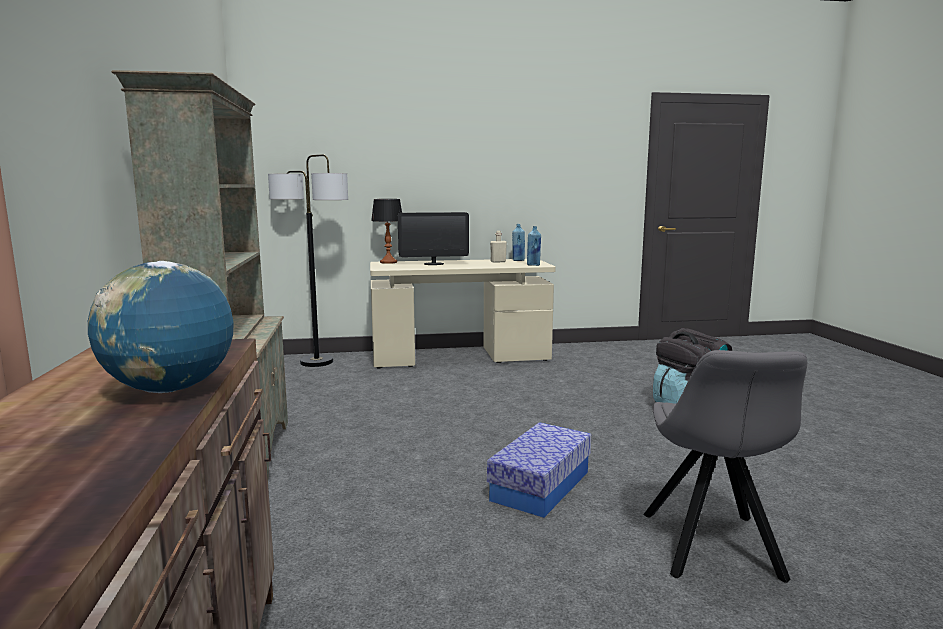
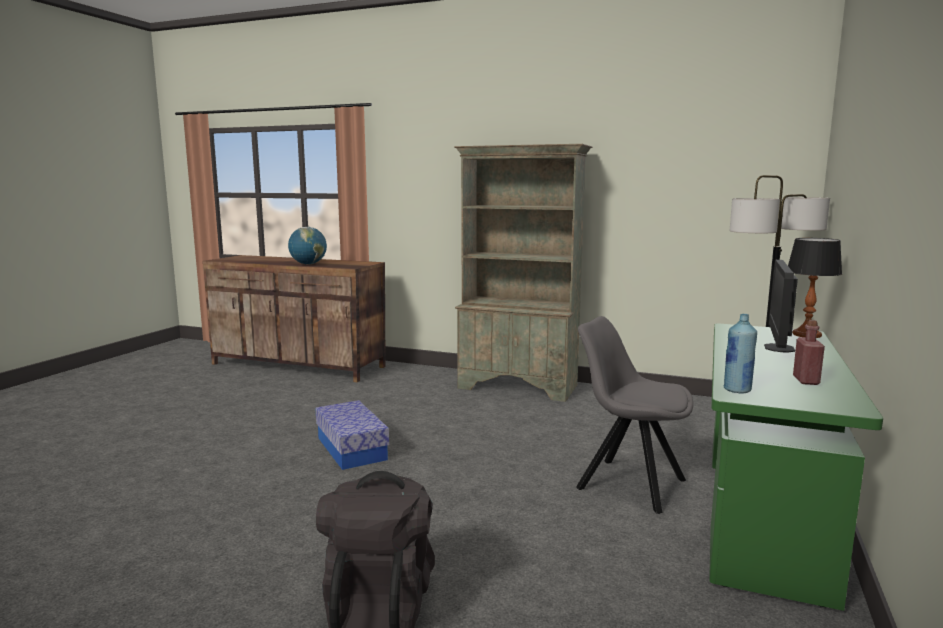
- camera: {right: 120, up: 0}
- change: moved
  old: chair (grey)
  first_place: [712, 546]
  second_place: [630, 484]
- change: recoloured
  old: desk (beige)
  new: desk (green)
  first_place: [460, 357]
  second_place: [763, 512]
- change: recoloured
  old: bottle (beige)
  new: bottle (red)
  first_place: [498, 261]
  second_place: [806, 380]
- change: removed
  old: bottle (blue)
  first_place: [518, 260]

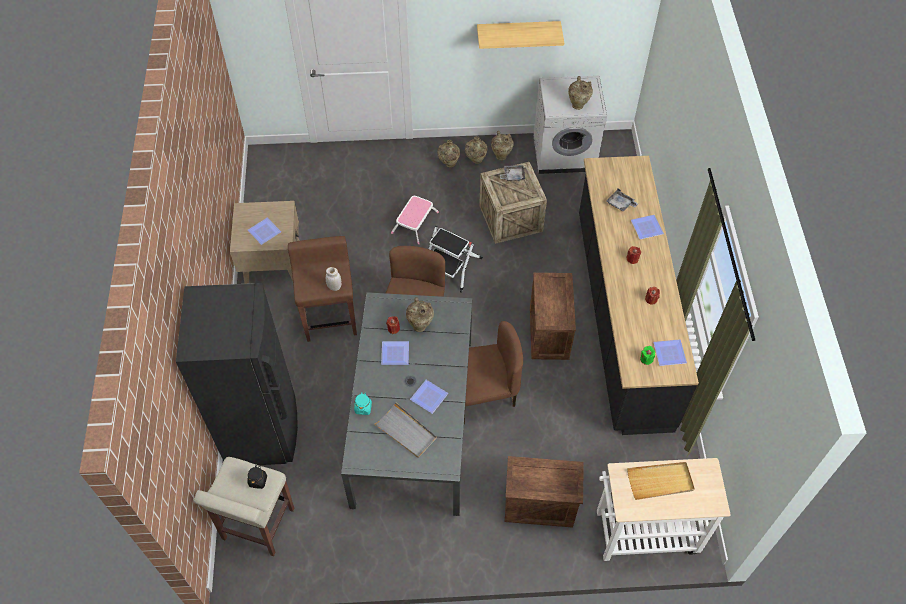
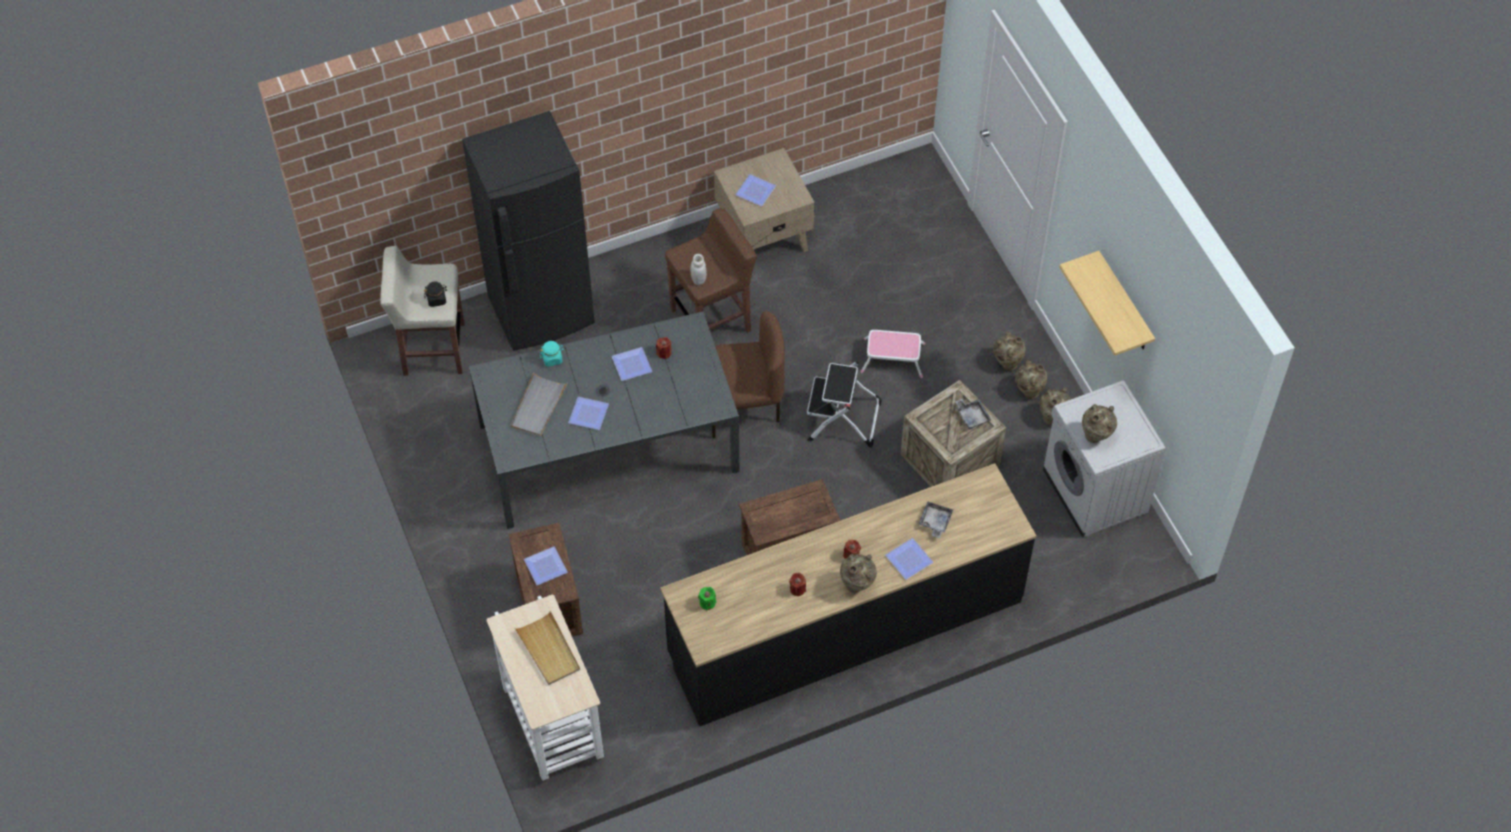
- camera: {right: 70, up: 0}
- change: moved
  old: plate
  first_place: [670, 352]
  second_place: [547, 567]
- change: moved
  old: vase (beige)
  first_place: [420, 325]
  second_place: [857, 585]
- change: removed
  old: chair (brown)
  first_place: [484, 395]

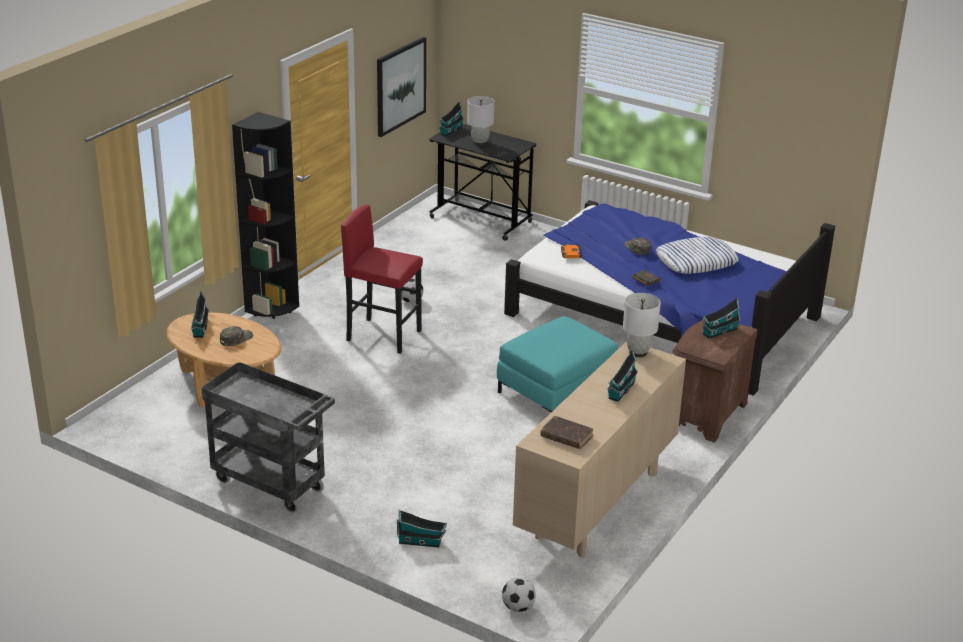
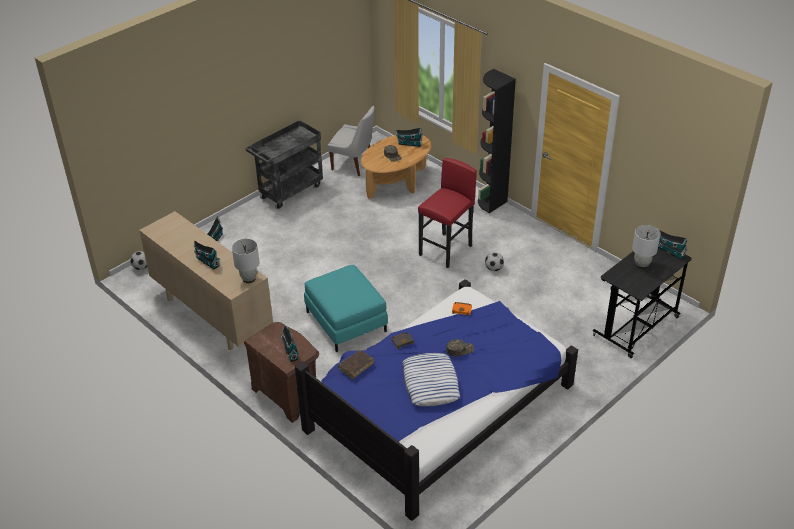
- camera: {right: 105, up: 10}
- change: added
  new: chair (white)
  second_place: [354, 164]
- change: moved
  old: book (brown)
  first_place: [566, 437]
  second_place: [356, 366]
- change: removed
  old: picture
  first_place: [400, 86]

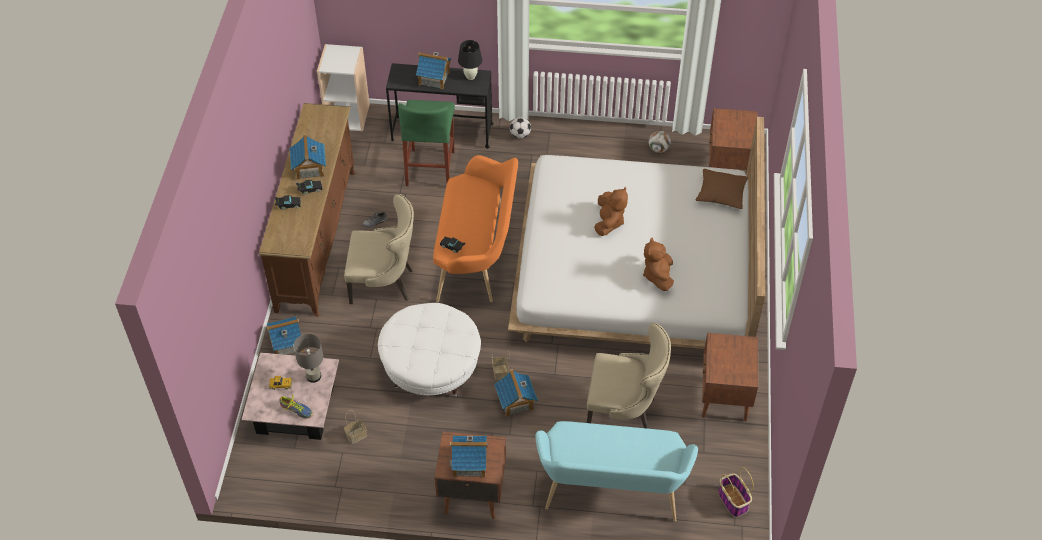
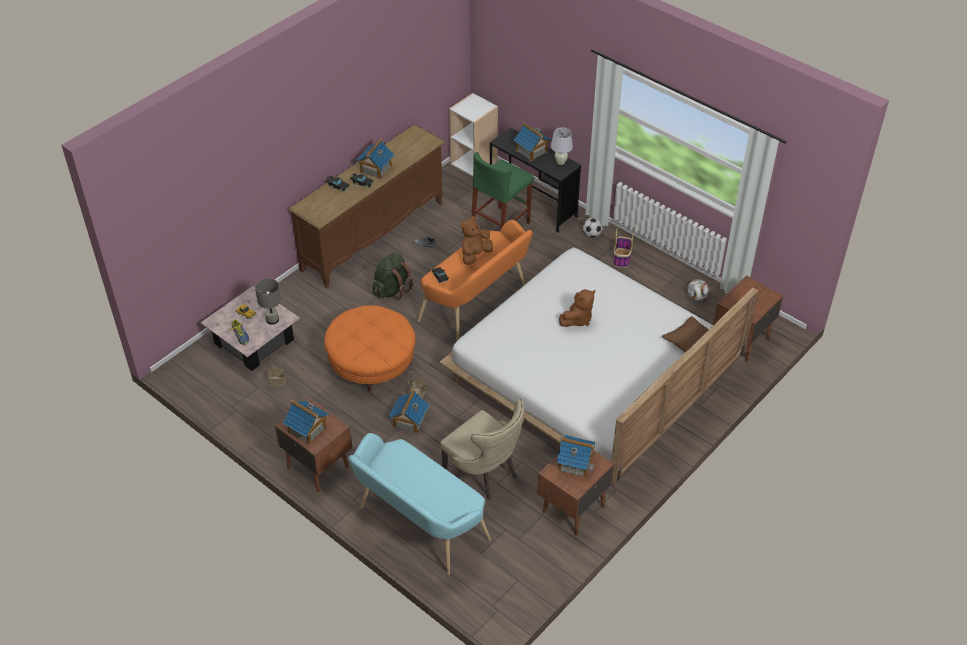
- camera: {right: 35, up: -5}
- change: recoloured
  old: ottoman (white)
  new: ottoman (orange)
  first_place: [431, 367]
  second_place: [372, 364]
- change: replaced
  old: chair (beige)
  new: backpack (green)
  first_place: [384, 284]
  second_place: [392, 290]
- change: moved
  old: plush toy (brown)
  first_place: [658, 276]
  second_place: [475, 255]
- change: recoloured
  old: table lamp (black)
  new: table lamp (white)
  first_place: [470, 77]
  second_place: [561, 162]
- change: moved
  old: toy house
  first_place: [287, 343]
  second_place: [575, 463]
- change: moved
  old: basket
  first_place: [733, 501]
  second_place: [622, 258]

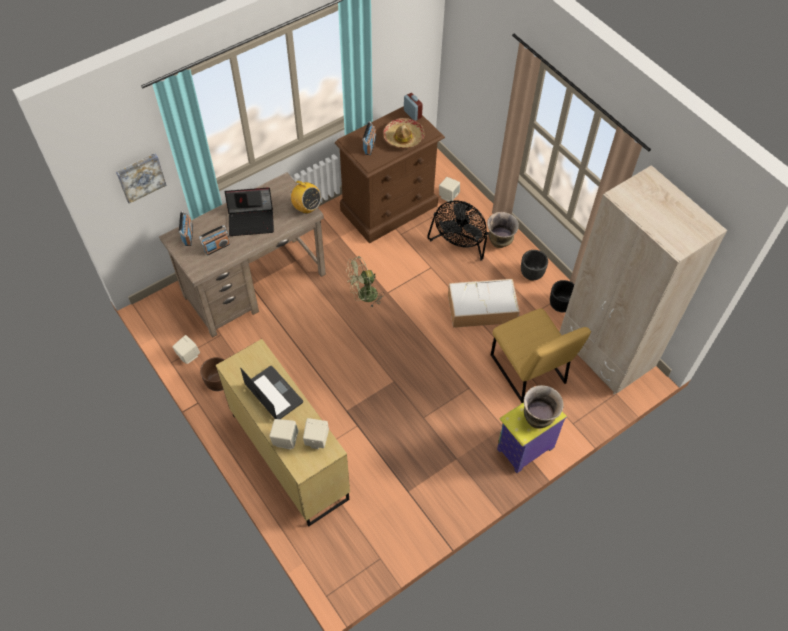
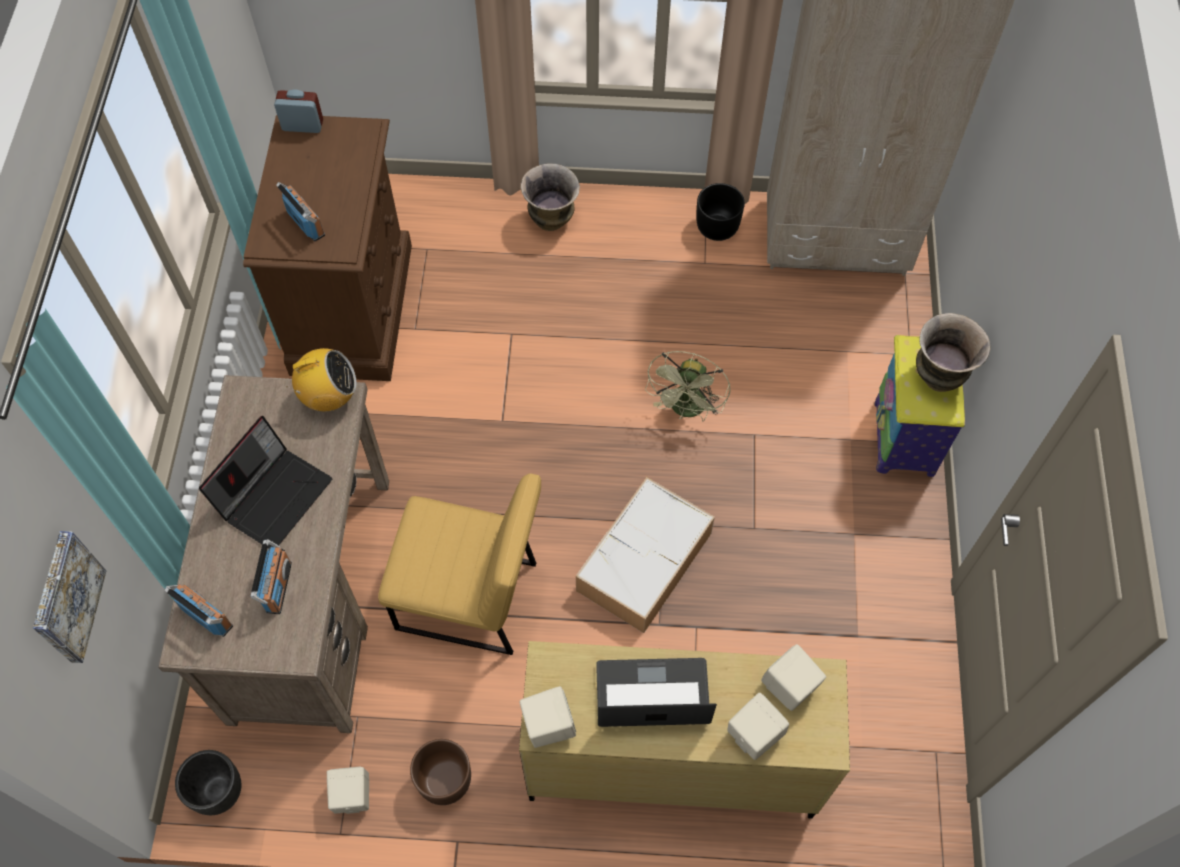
- camera: {right: -50, up: 5}
- change: moved
  old: planter (black)
  first_place: [531, 274]
  second_place: [219, 791]
- change: moved
  old: chair (yellow)
  first_place: [528, 371]
  second_place: [470, 598]
- change: moved
  old: speaker (beige)
  first_place: [448, 196]
  second_place: [548, 726]
- change: moved
  old: storage box
  first_place: [481, 308]
  second_place: [643, 563]
- change: moved
  old: fan (green)
  first_place: [363, 296]
  second_place: [687, 410]
- change: removed
  old: hat
  first_place: [403, 137]
- change: removed
  old: fan (black)
  first_place: [458, 241]

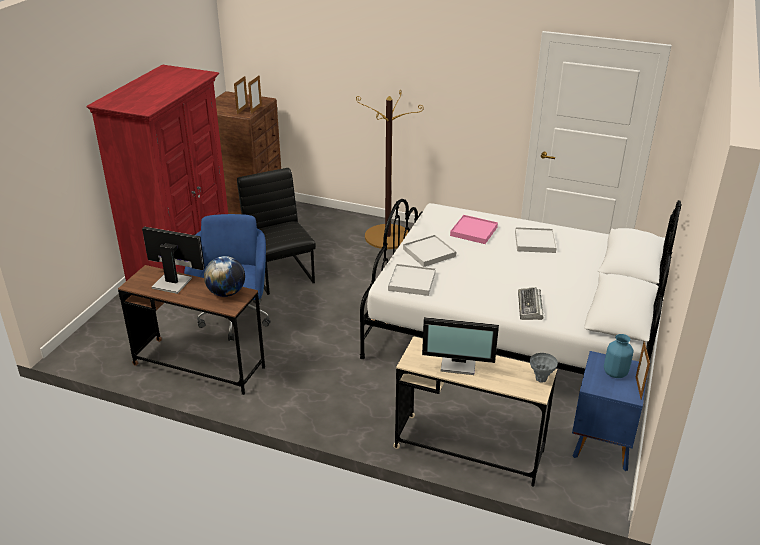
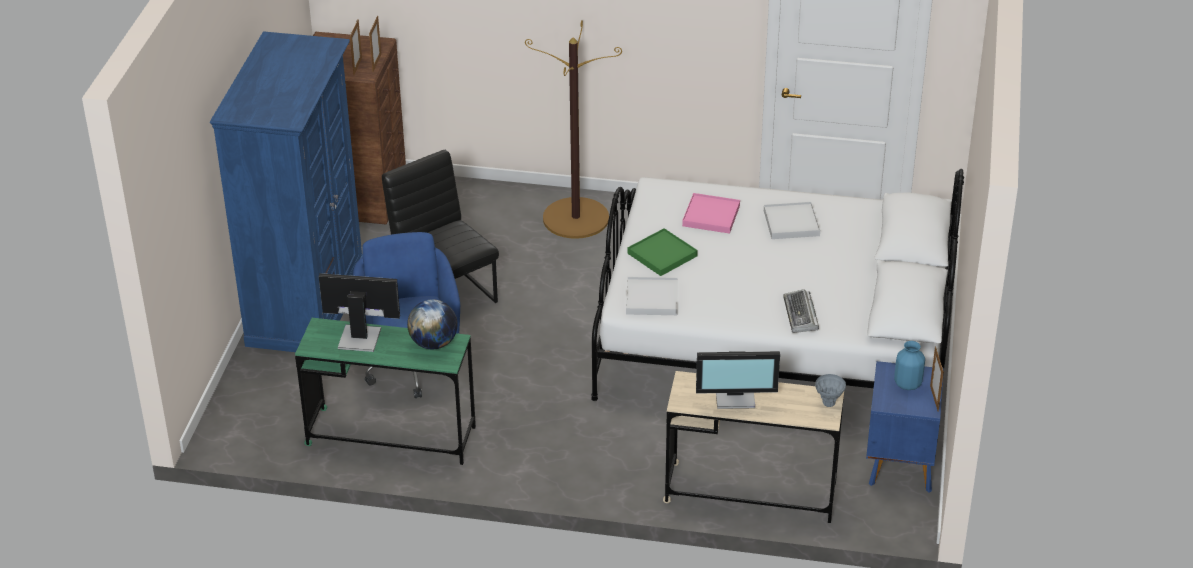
- camera: {right: -10, up: 5}
- change: recoloured
  old: wardrobe (red)
  new: wardrobe (blue)
  first_place: [183, 269]
  second_place: [307, 304]
- change: recoloured
  old: desk (brown)
  new: desk (green)
  first_place: [199, 366]
  second_place: [391, 436]
- change: recoloured
  old: tray (white)
  new: tray (green)
  first_place: [429, 253]
  second_place: [662, 255]

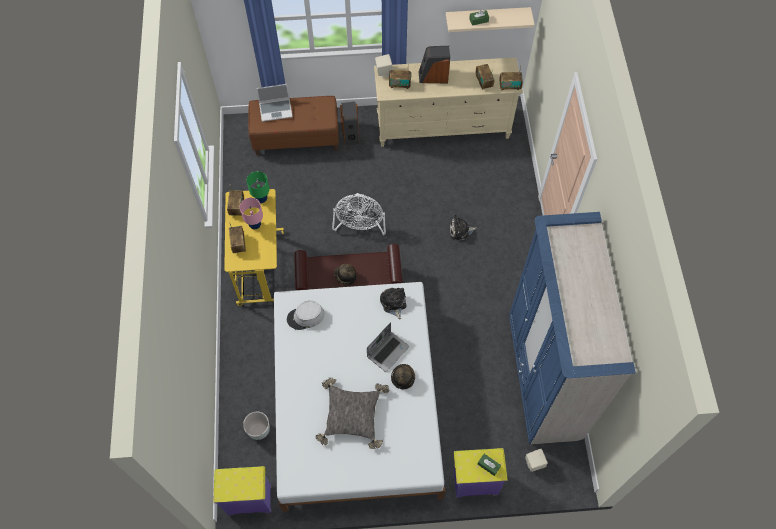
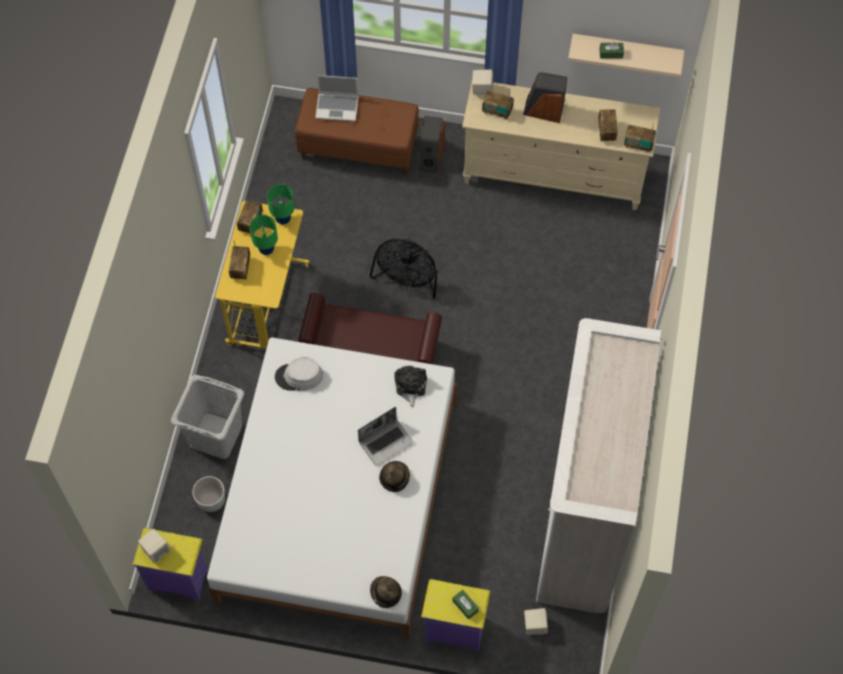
- camera: {right: 15, up: 0}
- change: added
  new: speaker (beige)
  second_place: [156, 550]
- change: added
  new: laundry basket (grey)
  second_place: [216, 435]
- change: recoloured
  old: table lamp (pink)
  new: table lamp (green)
  first_place: [255, 225]
  second_place: [267, 250]
- change: recoloured
  old: fan (white)
  new: fan (black)
  first_place: [358, 223]
  second_place: [406, 276]
- change: moved
  old: hat
  first_place: [345, 276]
  second_place: [385, 593]
- change: recoloured
  old: wardrobe (blue)
  new: wardrobe (white)
  first_place: [543, 376]
  second_place: [580, 524]
- change: removed
  old: pillow
  first_place: [352, 414]
- change: removed
  old: plush toy
  first_place: [461, 231]

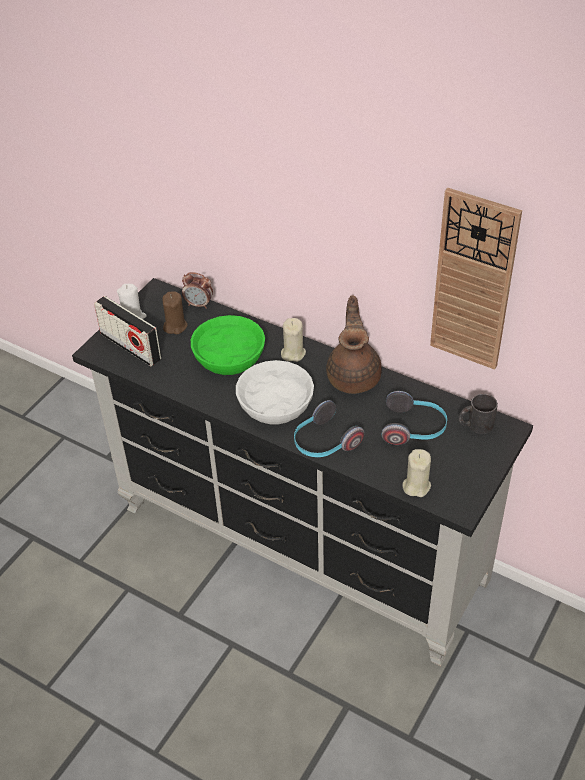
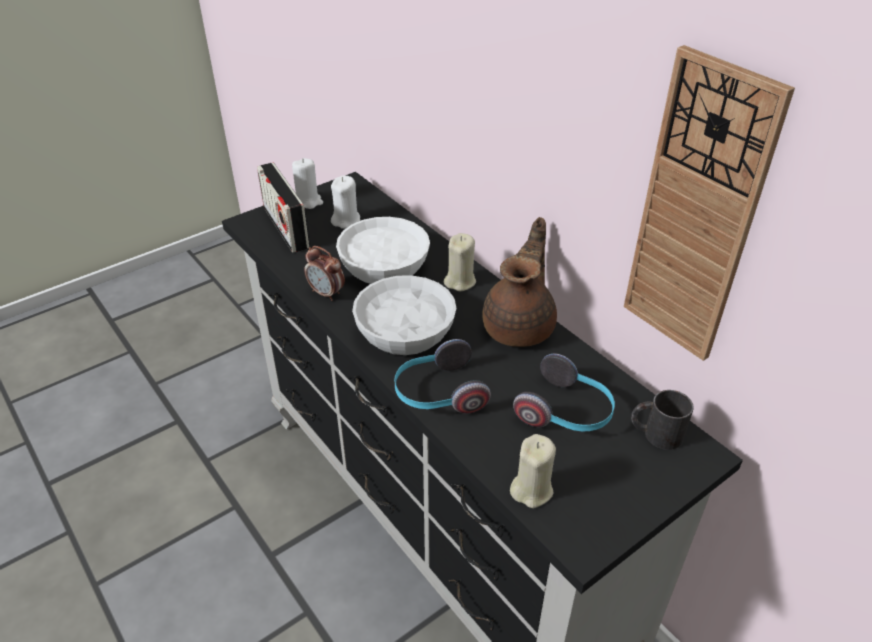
- camera: {right: 20, up: -5}
- change: moved
  old: alarm clock
  first_place: [199, 304]
  second_place: [326, 293]
- change: recoloured
  old: candle (brown)
  new: candle (white)
  first_place: [175, 326]
  second_place: [346, 220]
- change: recoloured
  old: bowl (green)
  new: bowl (white)
  first_place: [230, 357]
  second_place: [385, 266]

